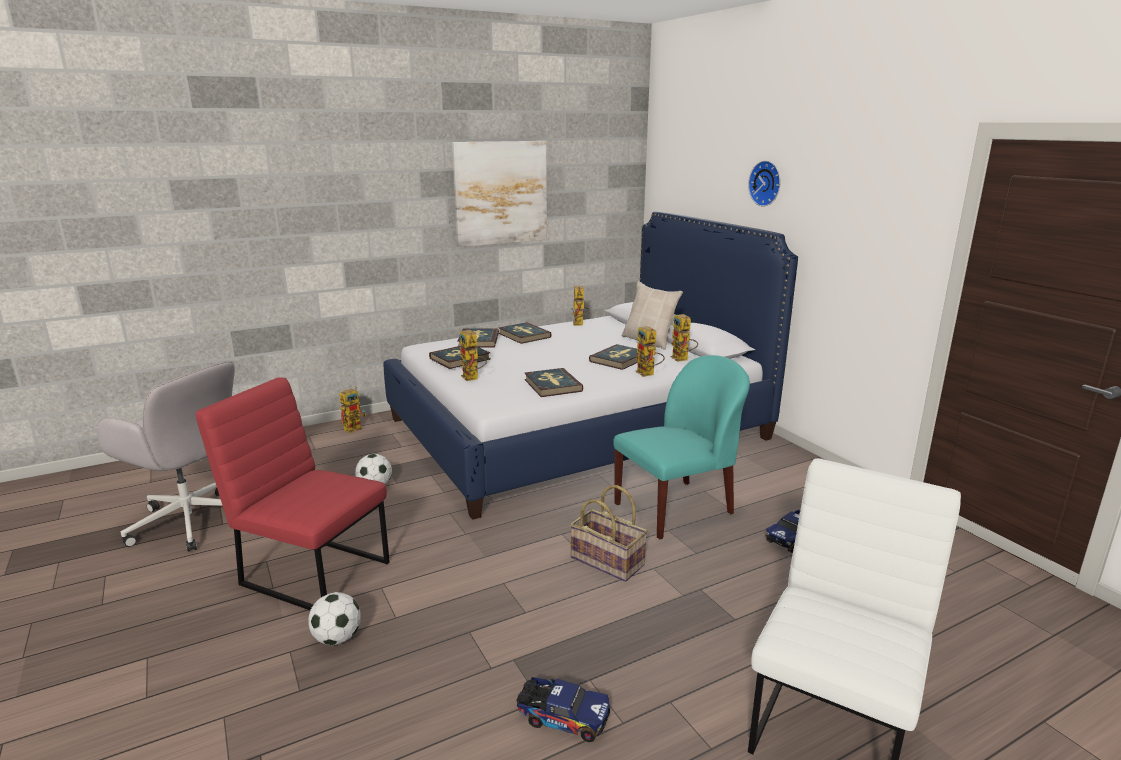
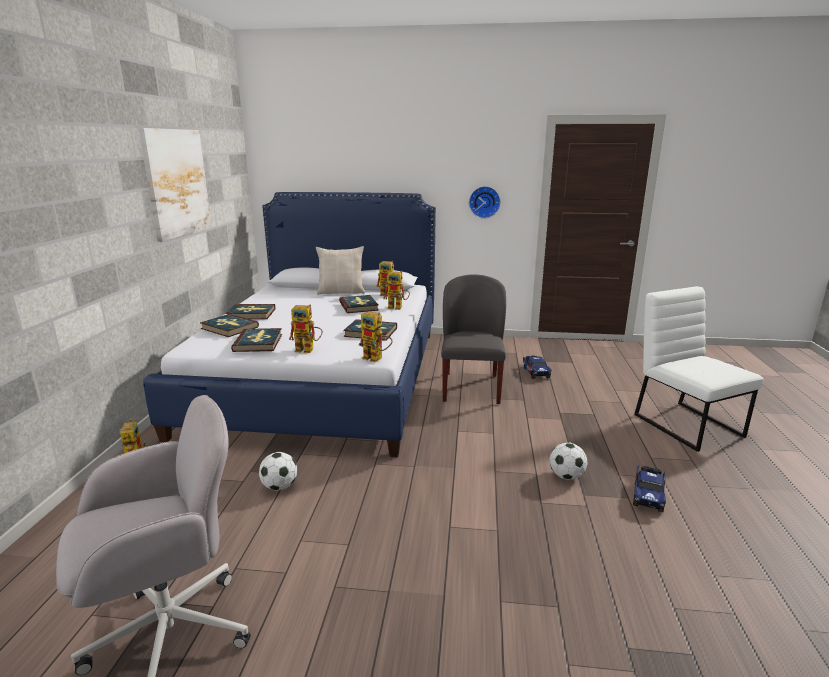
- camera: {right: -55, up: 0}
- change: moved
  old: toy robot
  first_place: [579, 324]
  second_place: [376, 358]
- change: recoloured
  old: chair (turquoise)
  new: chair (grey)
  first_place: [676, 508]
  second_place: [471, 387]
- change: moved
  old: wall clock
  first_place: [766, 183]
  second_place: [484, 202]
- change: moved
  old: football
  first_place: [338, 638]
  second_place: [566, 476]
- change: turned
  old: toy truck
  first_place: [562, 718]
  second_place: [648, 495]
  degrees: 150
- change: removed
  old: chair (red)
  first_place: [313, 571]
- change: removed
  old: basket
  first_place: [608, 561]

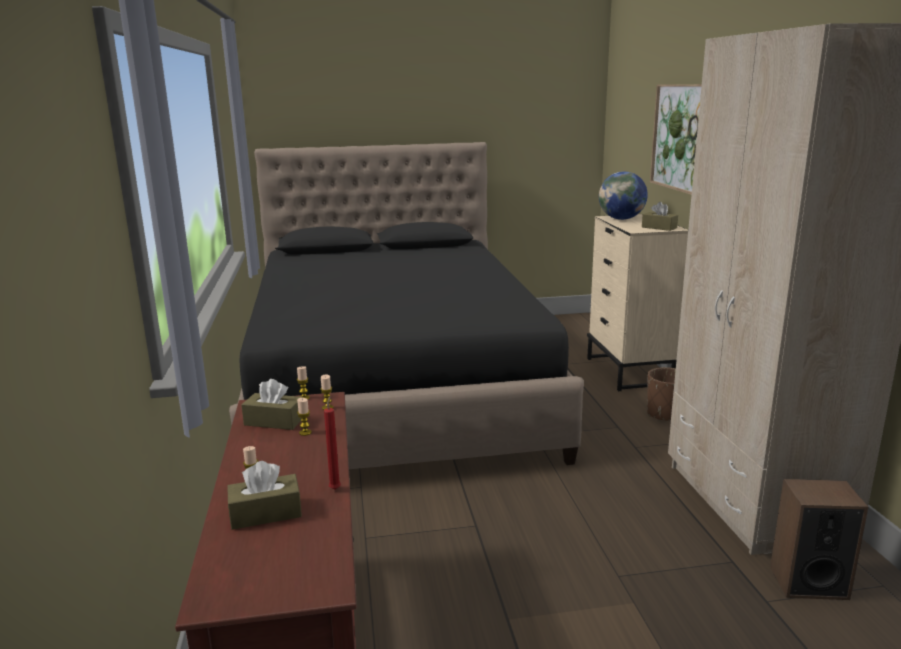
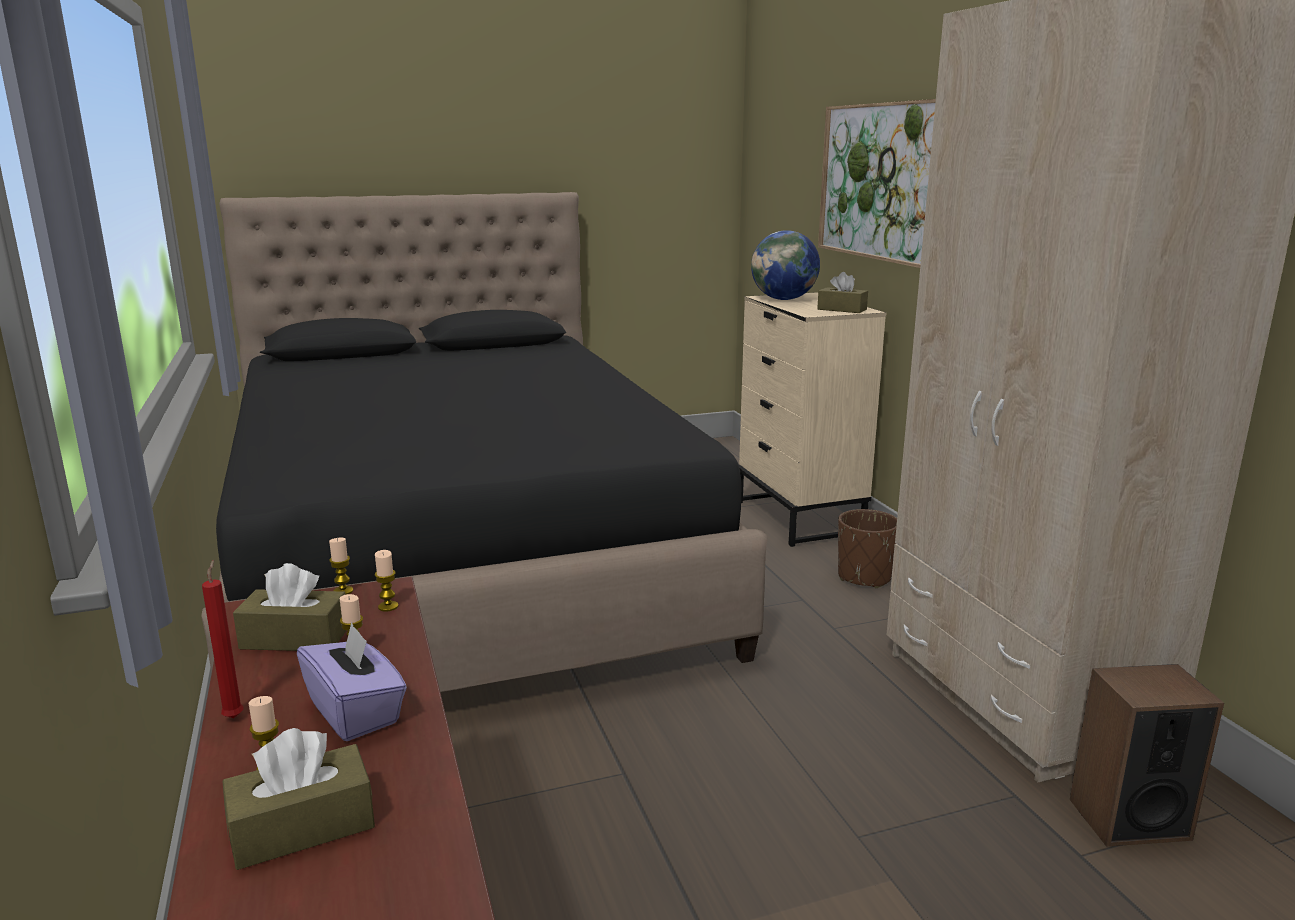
- camera: {right: -10, up: 0}
- change: moved
  old: candle (red)
  first_place: [335, 488]
  second_place: [234, 716]
- change: added
  new: tissue box (purple)
  second_place: [356, 712]

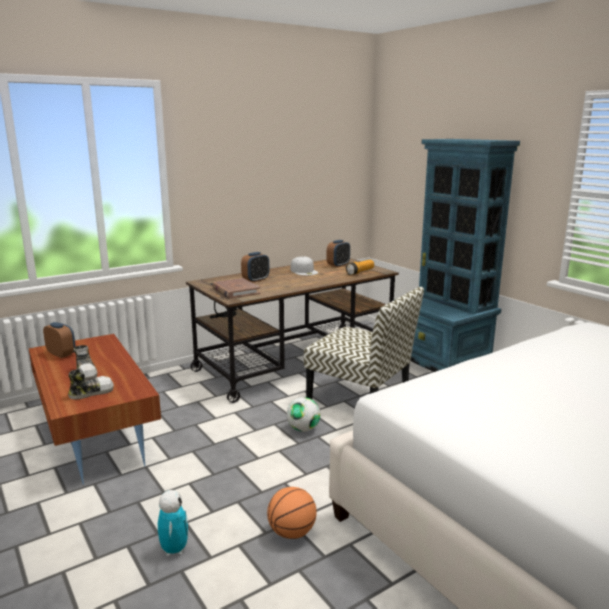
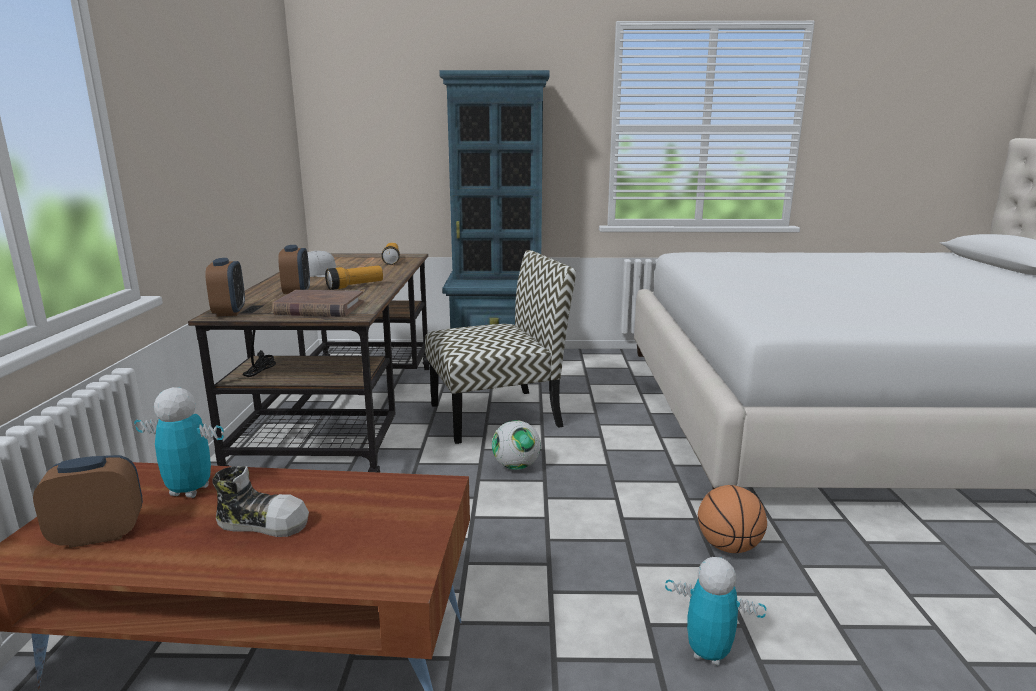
- camera: {right: -55, up: 0}
- change: added
  new: toy robot
  second_place: [189, 491]
- change: moved
  old: alarm clock
  first_place: [338, 265]
  second_place: [229, 312]
- change: added
  new: flashlight
  second_place: [355, 286]
- change: removed
  old: shoe
  first_place: [91, 392]

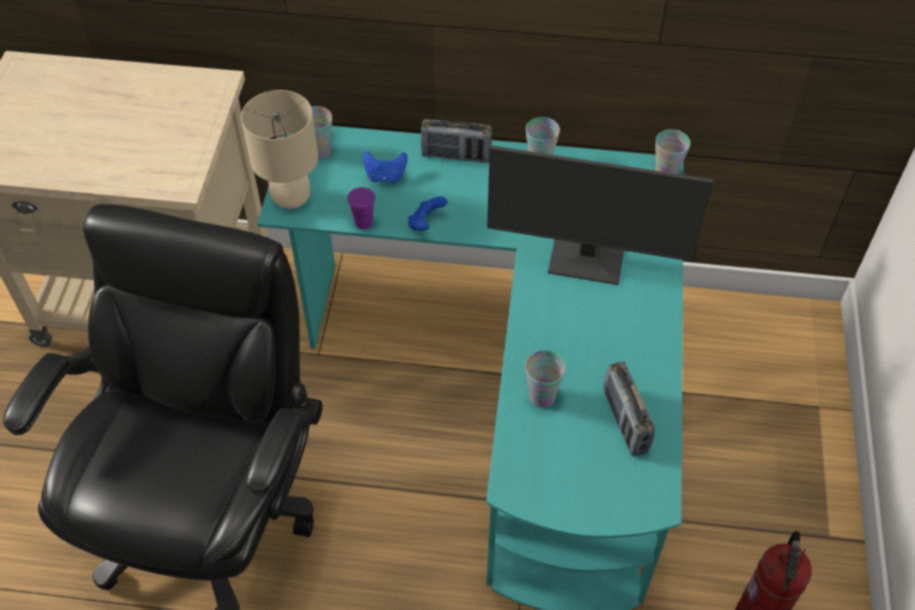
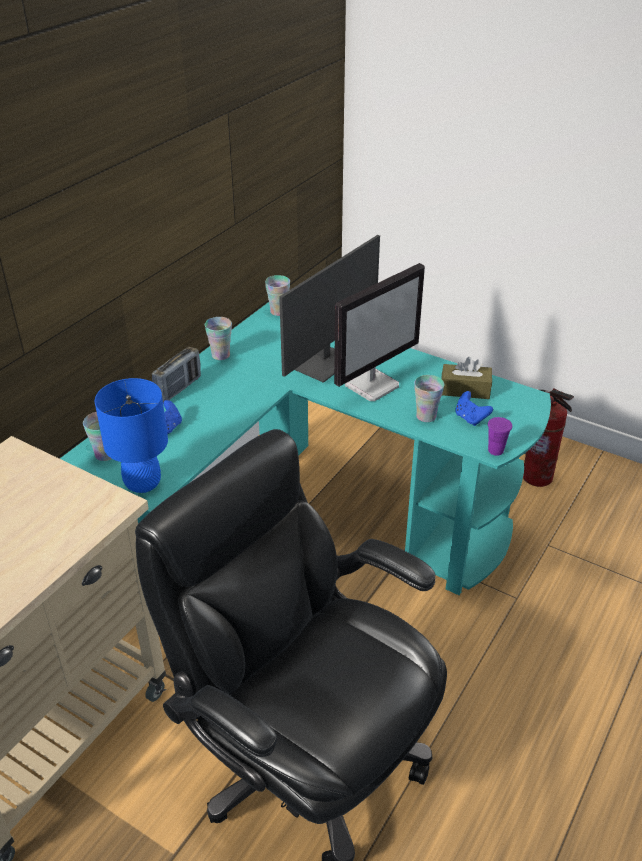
- camera: {right: -65, up: -15}
- change: recoloured
  old: table lamp (beige)
  new: table lamp (blue)
  first_place: [293, 198]
  second_place: [144, 483]
- change: added
  new: monitor
  second_place: [372, 385]
- change: replaced
  old: radio
  new: tissue box (brown)
  first_place: [625, 421]
  second_place: [465, 390]
- change: moved
  old: game controller (blue)
  first_place: [426, 223]
  second_place: [470, 418]
- change: moved
  old: cup (purple)
  first_place: [363, 222]
  second_place: [495, 450]

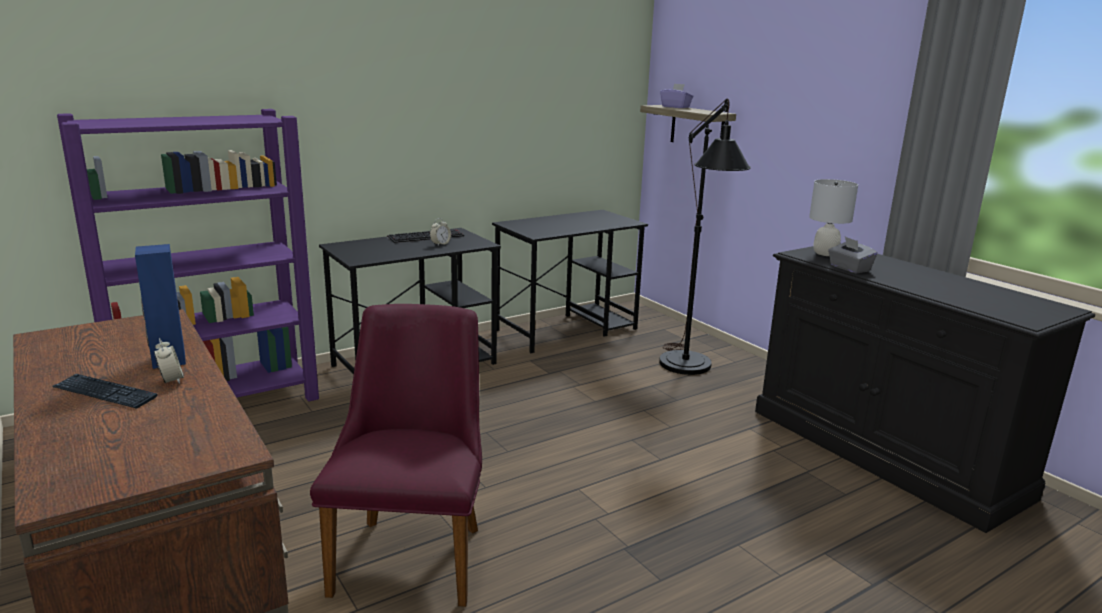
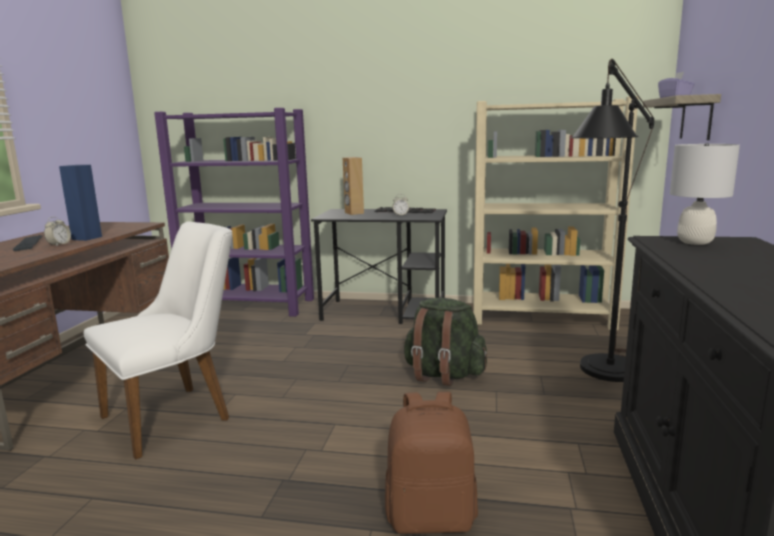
- camera: {right: 45, up: -5}
- change: recoloured
  old: chair (purple)
  new: chair (white)
  first_place: [414, 550]
  second_place: [178, 414]
- change: added
  new: speaker (brown)
  second_place: [354, 213]
- change: added
  new: backpack (brown)
  second_place: [431, 517]
- change: added
  new: backpack (green)
  second_place: [443, 375]
- change: replaced
  old: desk (black)
  new: bookcase (beige)
  first_place: [567, 329]
  second_place: [541, 317]
- change: removed
  old: tissue box (grey)
  first_place: [849, 268]

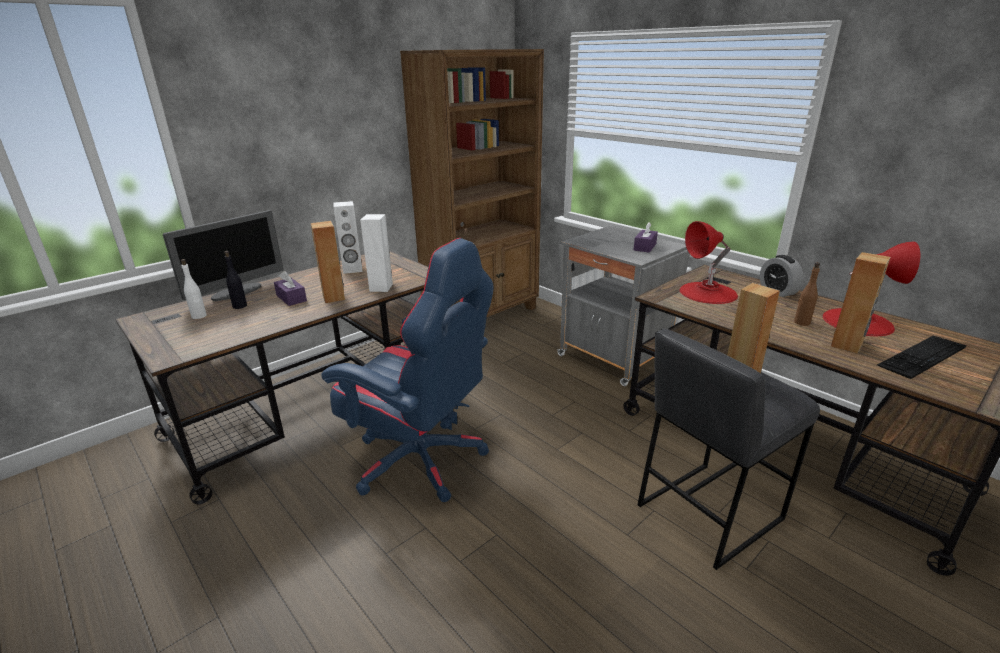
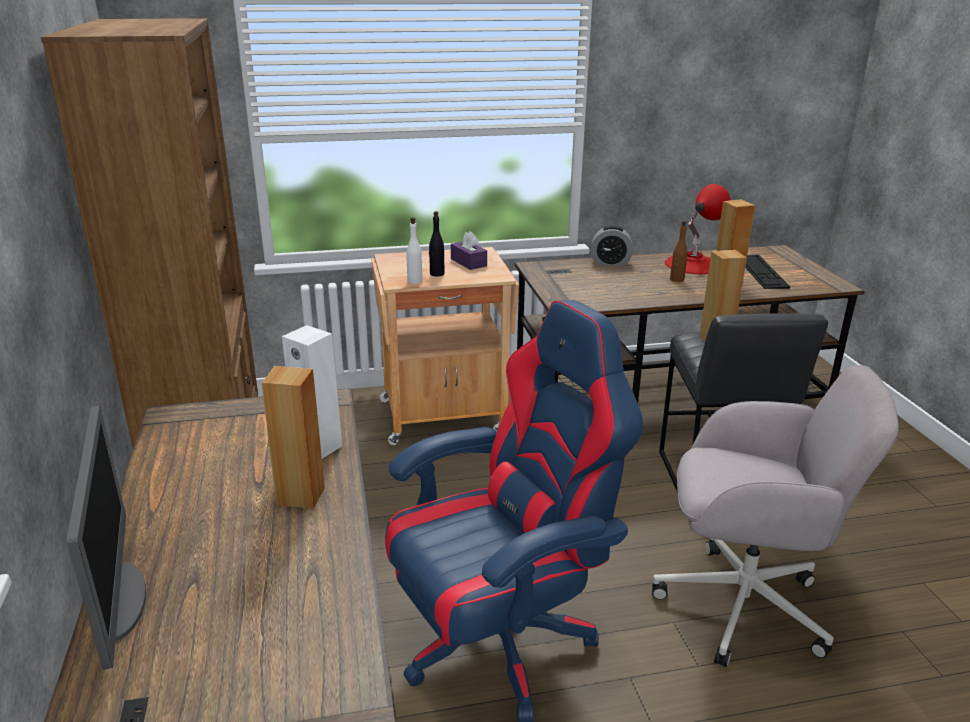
- camera: {right: -60, up: 0}
- change: recoloured
  old: cart (grey)
  new: cart (brown)
  first_place: [614, 359]
  second_place: [444, 416]
- change: moved
  old: bottle (white)
  first_place: [199, 316]
  second_place: [415, 281]
- change: moved
  old: bottle (black)
  first_place: [239, 306]
  second_place: [436, 274]
- change: added
  new: office chair (grey)
  second_place: [744, 607]
- change: removed
  old: tissue box (purple)
  first_place: [291, 298]
- change: removed
  old: speaker (white)
  first_place: [352, 270]
- change: removed
  old: table lamp (red)
  first_place: [708, 292]

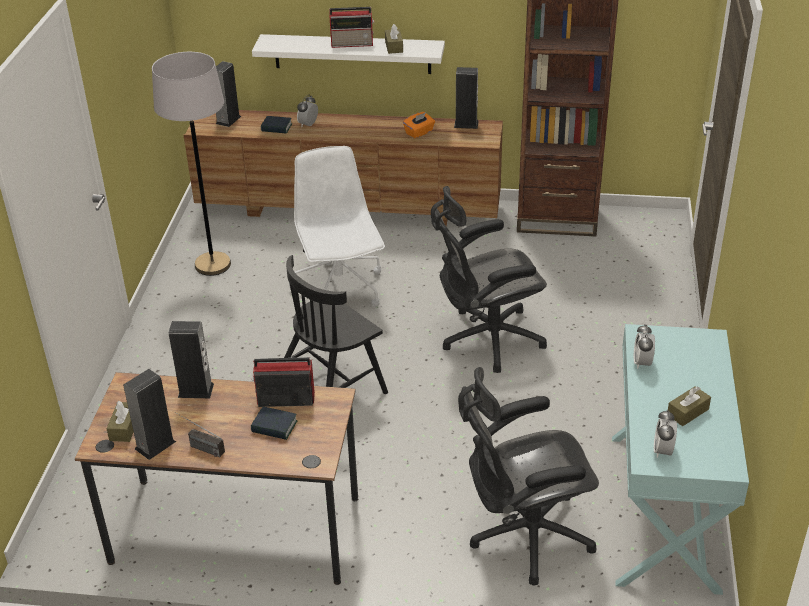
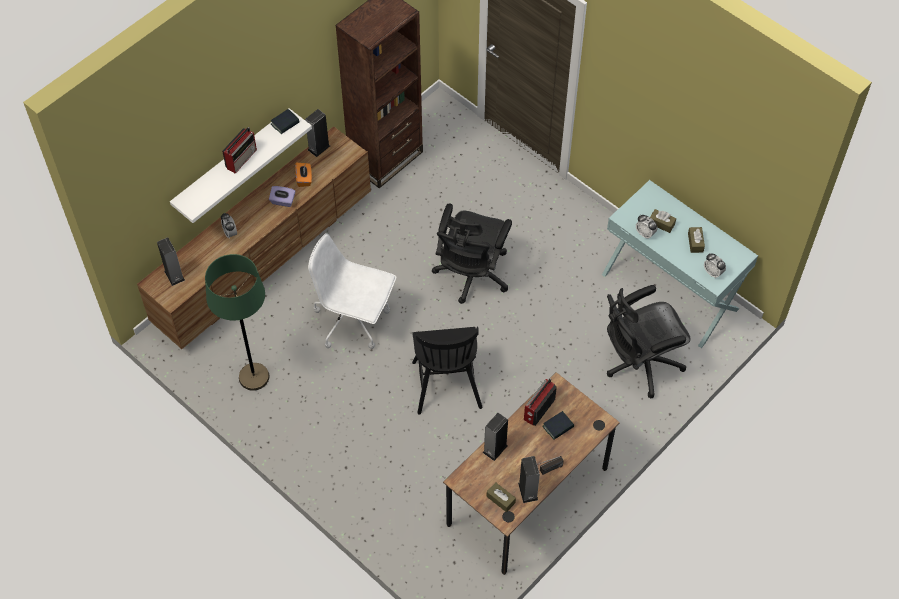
- camera: {right: -55, up: 20}
- change: recoloured
  old: floor lamp (grey)
  new: floor lamp (green)
  first_place: [212, 265]
  second_place: [254, 377]
- change: added
  new: tissue box (purple)
  second_place: [282, 201]
- change: moved
  old: book
  first_place: [276, 128]
  second_place: [285, 123]
- change: turned
  old: office chair
  first_place: [524, 536]
  second_place: [639, 364]
  degrees: 45
- change: moved
  old: tissue box (brown)
  first_place: [394, 47]
  second_place: [661, 224]

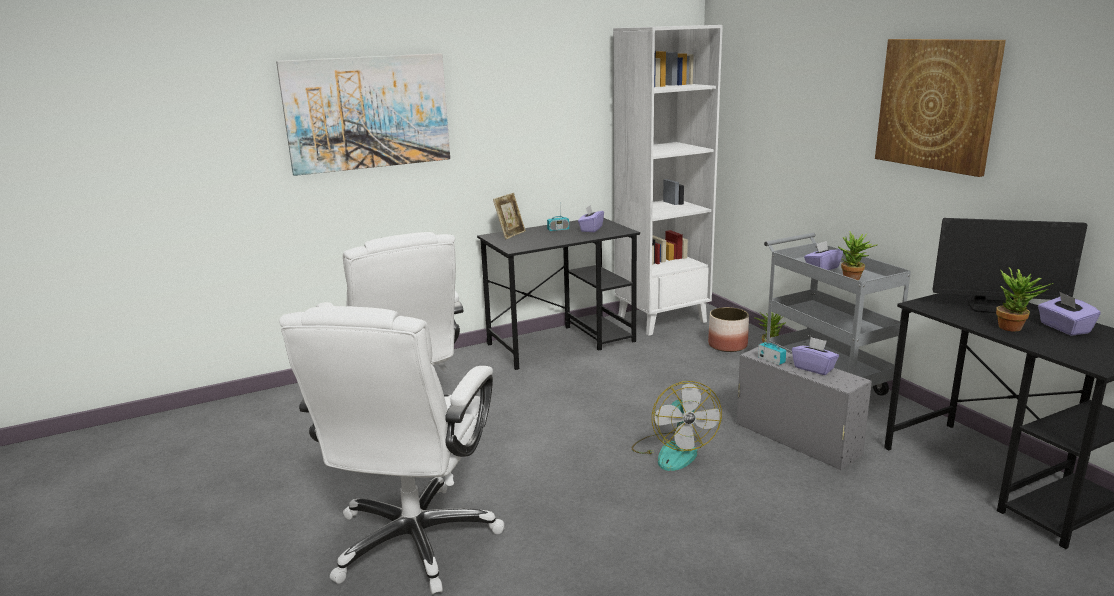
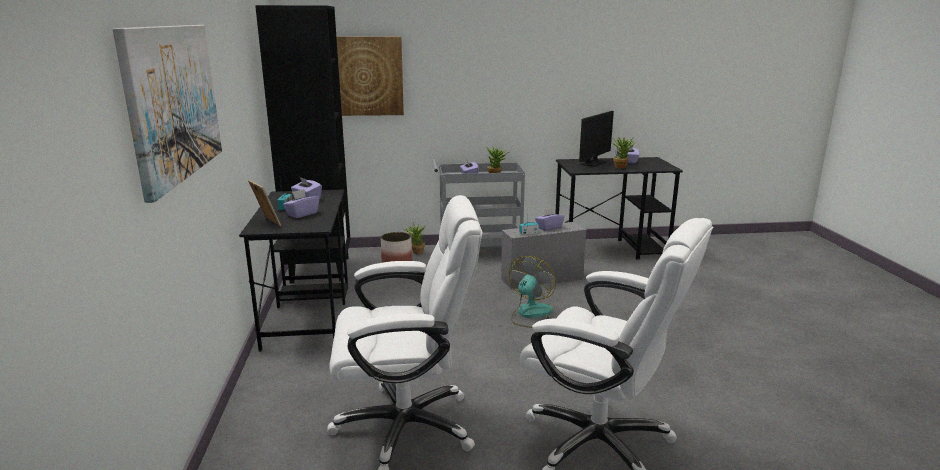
- camera: {right: -70, up: 0}
- change: recoloured
  old: bookcase (white)
  new: bookcase (black)
  first_place: [662, 319]
  second_place: [320, 269]
- change: added
  new: tissue box (purple)
  second_place: [302, 214]
- change: moved
  old: picture
  first_place: [936, 104]
  second_place: [364, 76]
- change: turned
  old: fan
  first_place: [673, 451]
  second_place: [531, 315]
  degrees: -75

